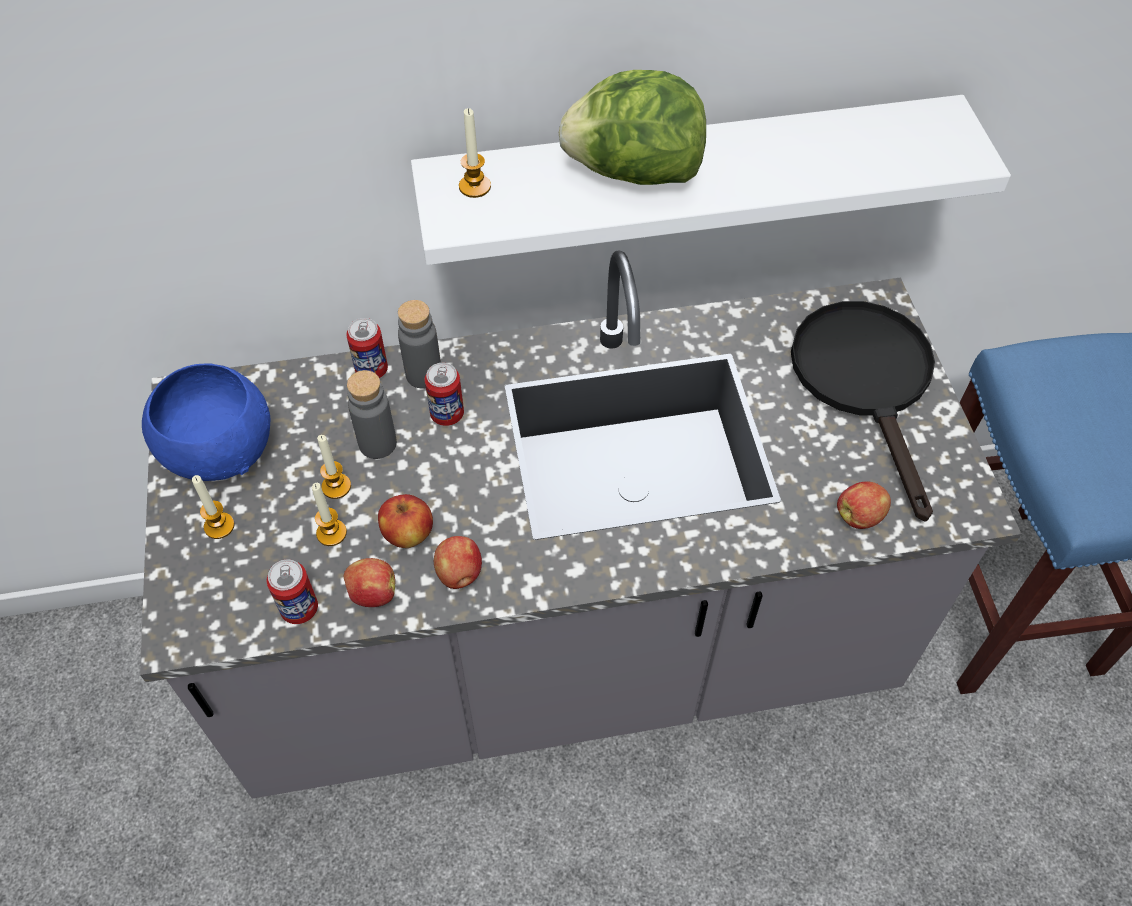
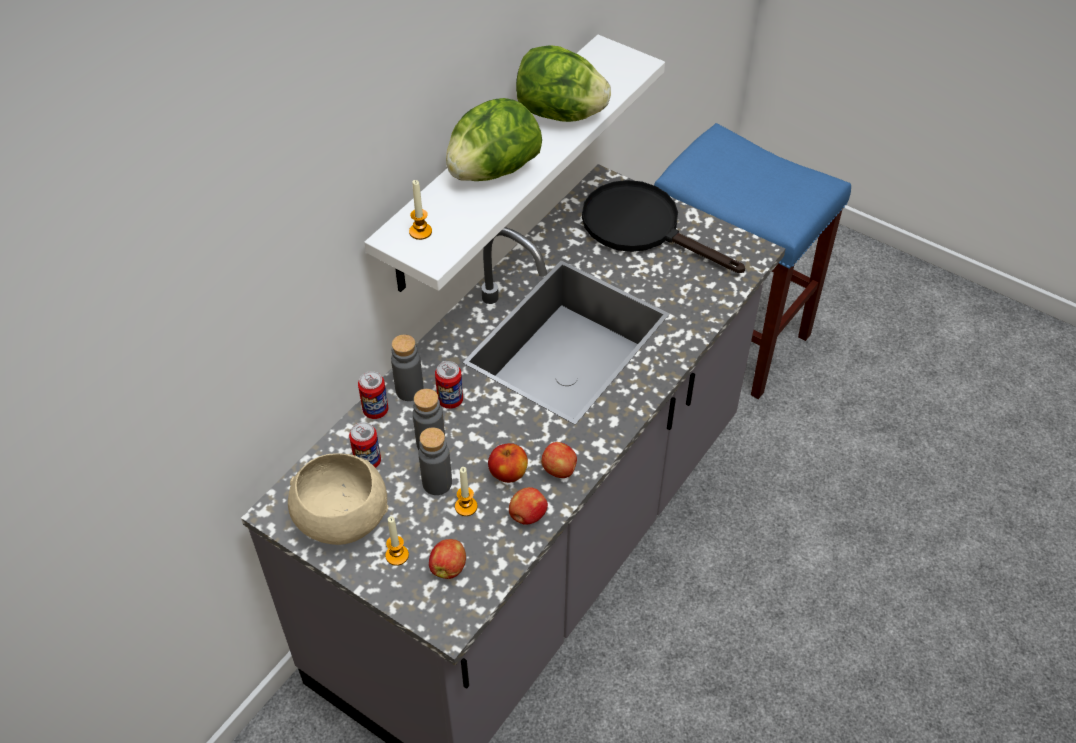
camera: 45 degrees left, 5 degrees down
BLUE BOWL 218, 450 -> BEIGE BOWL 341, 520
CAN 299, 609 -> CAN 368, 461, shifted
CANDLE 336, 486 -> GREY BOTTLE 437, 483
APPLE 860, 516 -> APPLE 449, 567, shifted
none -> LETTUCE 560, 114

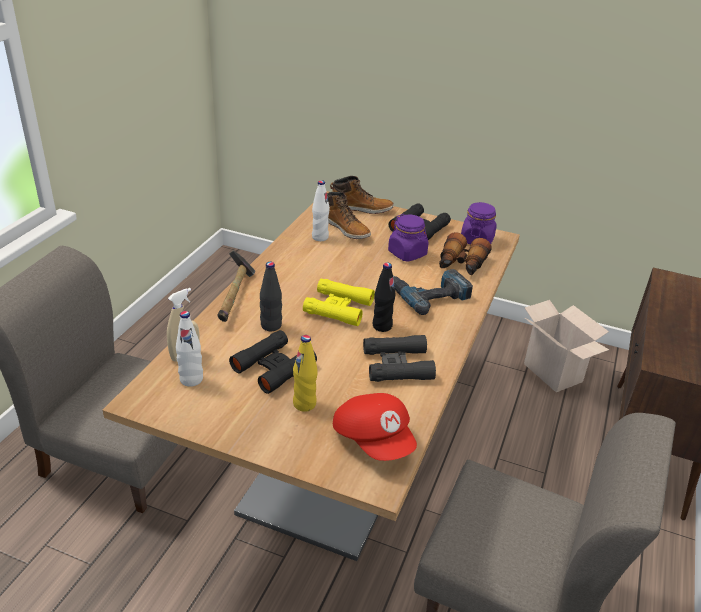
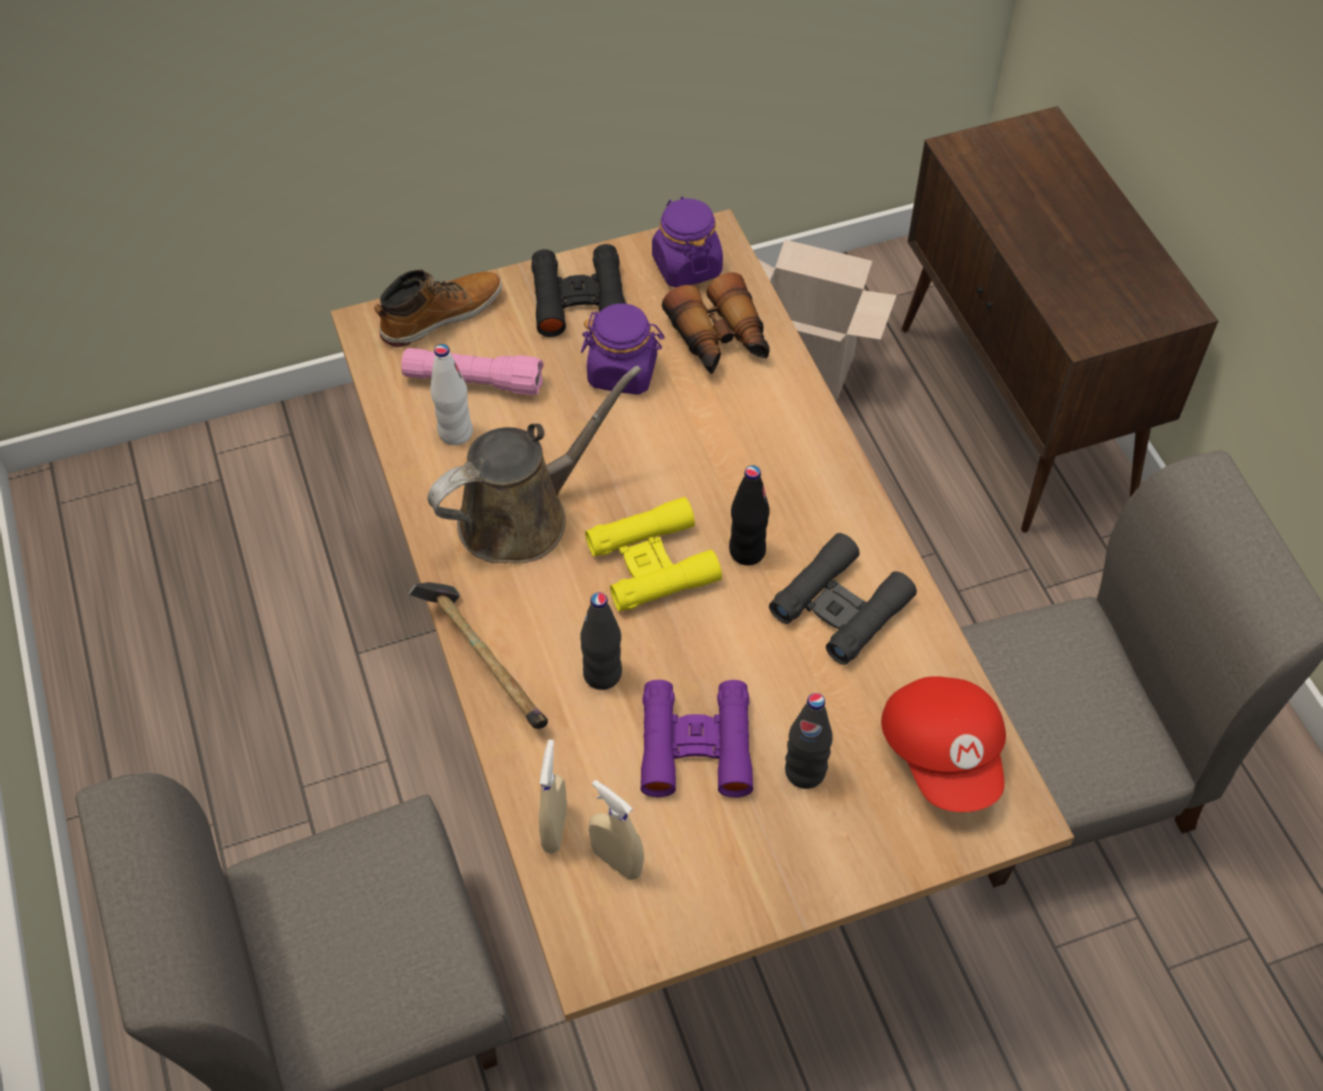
camera: 40 degrees left, 20 degrees up
WHITE BOTTLE 191, 379 -> BEIGE SPRAY BOTTLE 617, 861
BLACK BINOCULARS 273, 367 -> PURPLE BINOCULARS 696, 745
YELLOW BOTTLE 304, 404 -> BLACK BOTTLE 805, 772
BOOT 347, 229 -> PINK FLASHLIGHT 473, 381
RED CAP 374, 440 -> RED CAP 944, 754, 60 degrees clockwise
POWER DRILL 429, 294 -> none
none -> BROWN WATERING CAN 523, 516

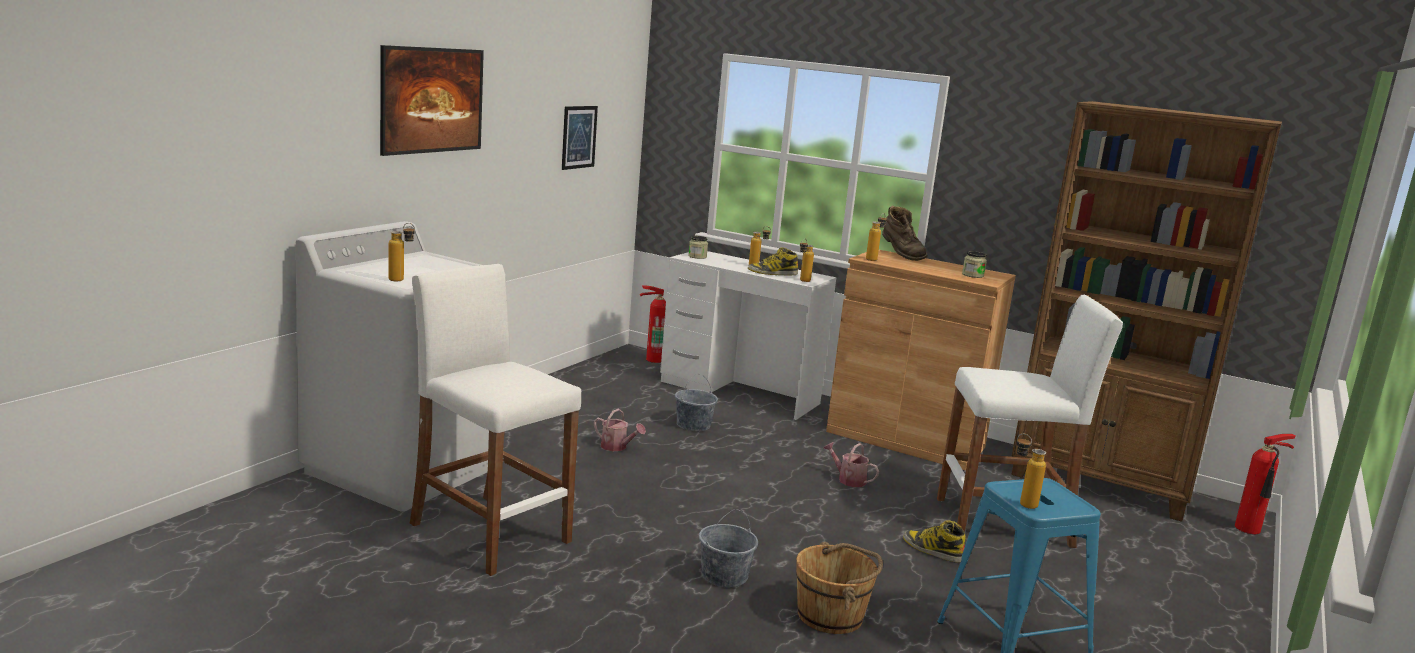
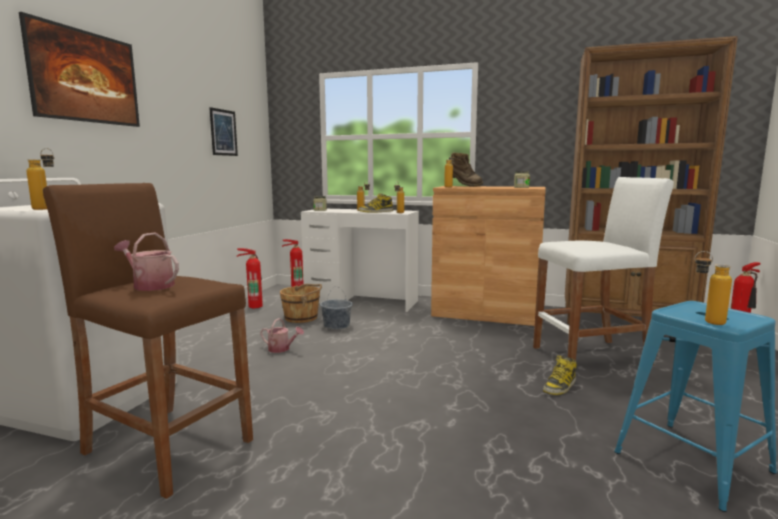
camera: 10 degrees left, 5 degrees down
WHITE STOOL 489, 532 -> BROWN STOOL 168, 446
GREY BUCKET 724, 576 -> none
BROWN BUCKET 831, 616 -> BROWN BUCKET 302, 317, shifted
WATERING CAN 848, 480 -> WATERING CAN 150, 285, shifted
BOOT 932, 550 -> BOOT 559, 386, 75 degrees counterclockwise
none -> FIRE EXTINGUISHER 254, 306

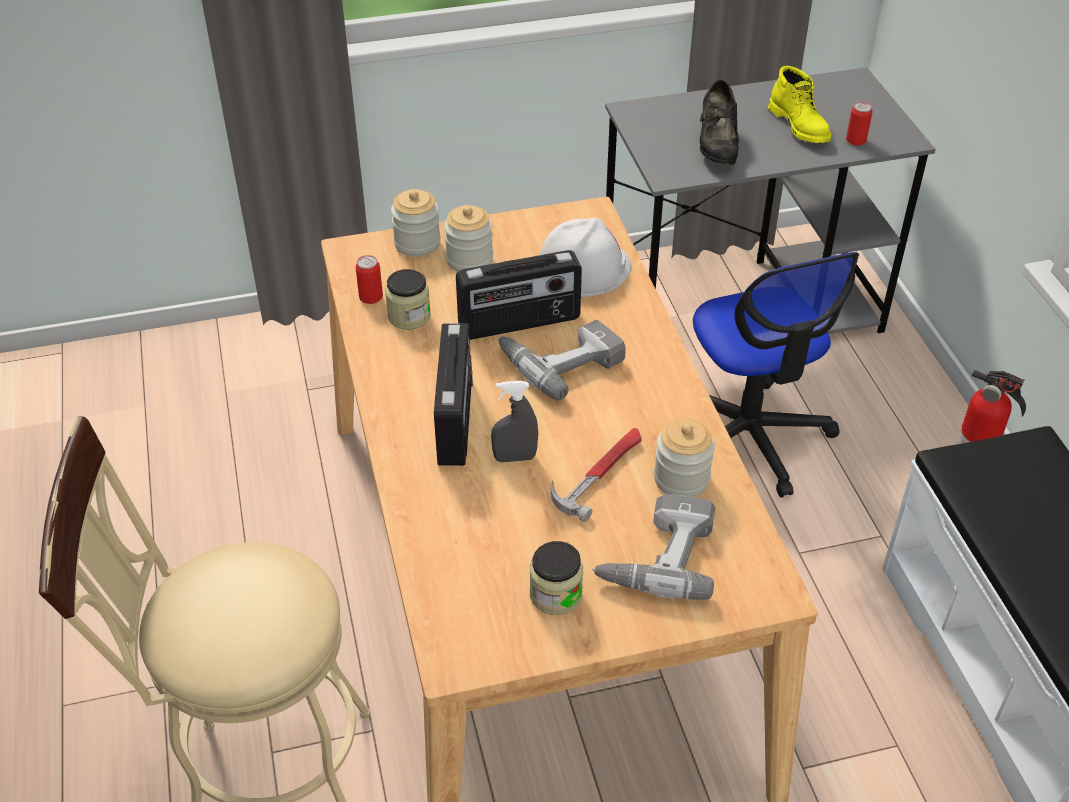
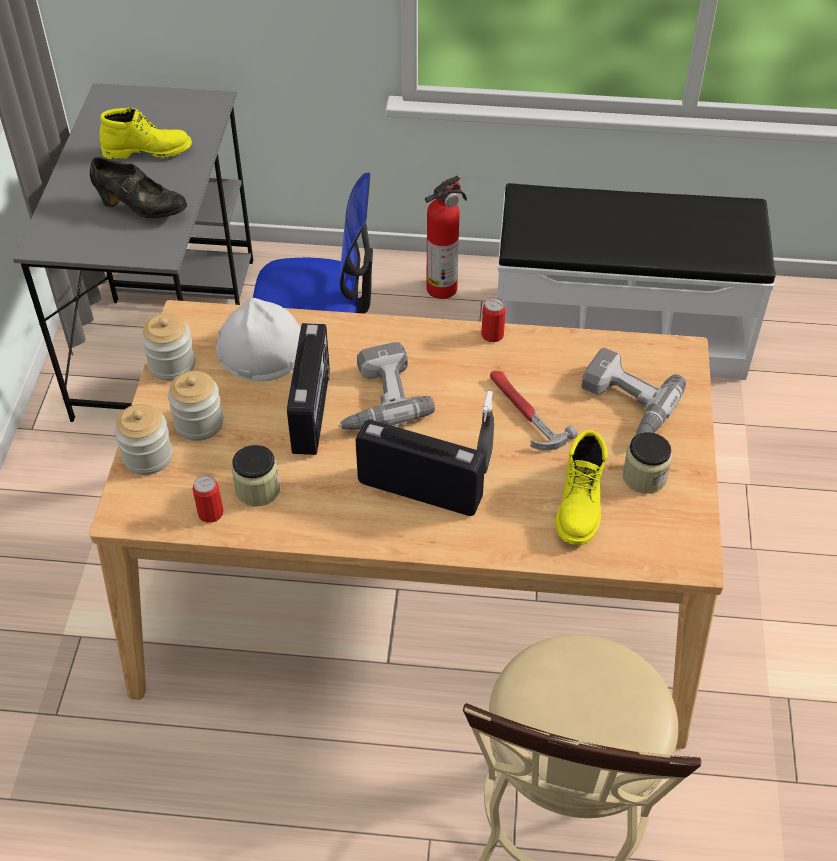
camera: 70 degrees left, 5 degrees up
JAR 681, 478 -> JAR 172, 364, shifted
CAN 856, 140 -> CAN 492, 335, shifted
none -> YELLOW BOOT 580, 505

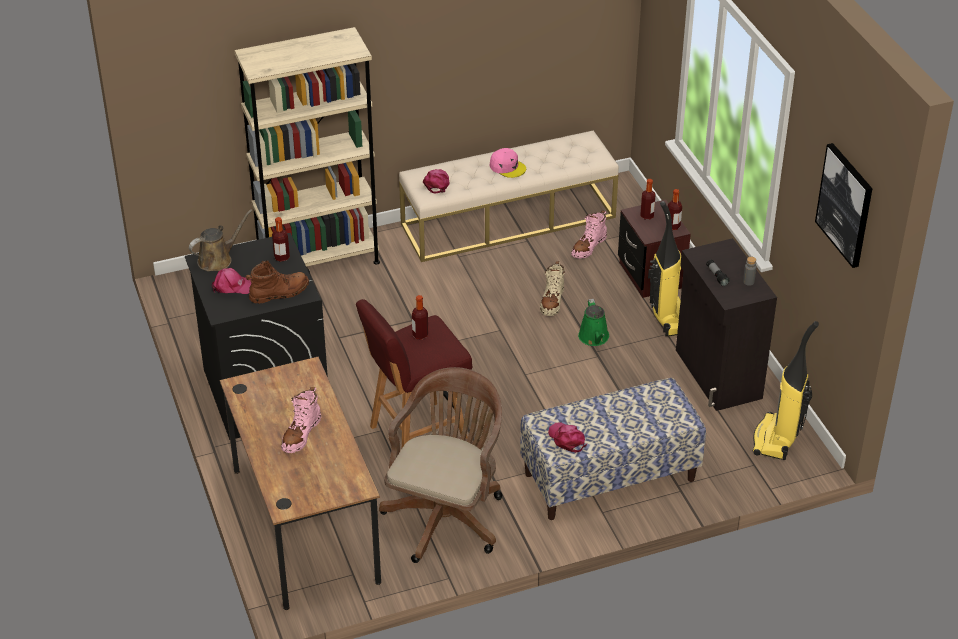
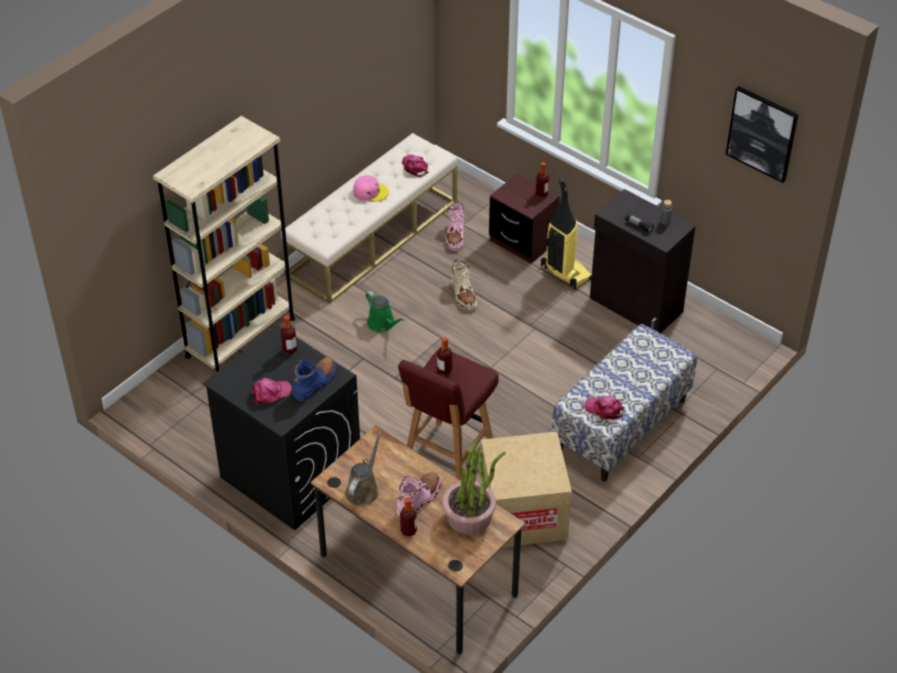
camera: 30 degrees left, 5 degrees up
BROWN WATERING CAN 218, 259 -> BROWN WATERING CAN 363, 490, shifted
BROWN BOOT 279, 293 -> BLUE BOOT 315, 383
PINK BOOT 301, 434 -> PINK BOOT 419, 499, 135 degrees counterclockwise
BROWN OFFICE CHAIR 447, 514 -> CARDBOARD BOX 523, 513
PINK CAP 437, 183 -> PINK CAP 415, 167, shifted
GREEN WATERING CAN 594, 338 -> GREEN WATERING CAN 382, 324, shifted
BOTTLE 647, 216 -> BOTTLE 408, 531, shifted
VACUUM CLEANER 776, 439 -> none
none -> POTTED PLANT 469, 516

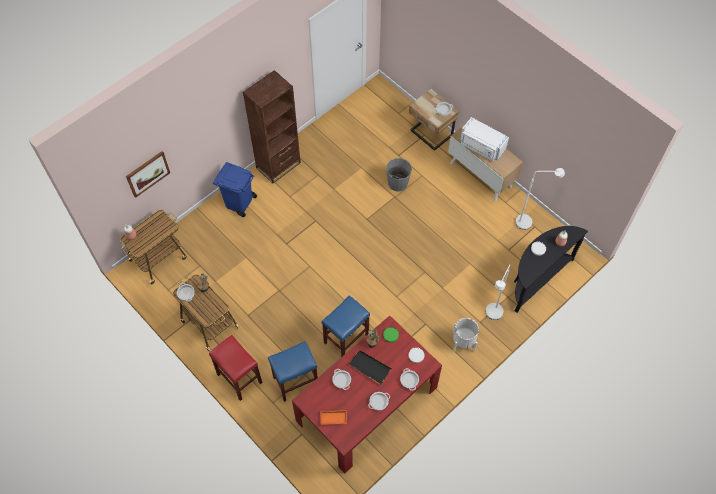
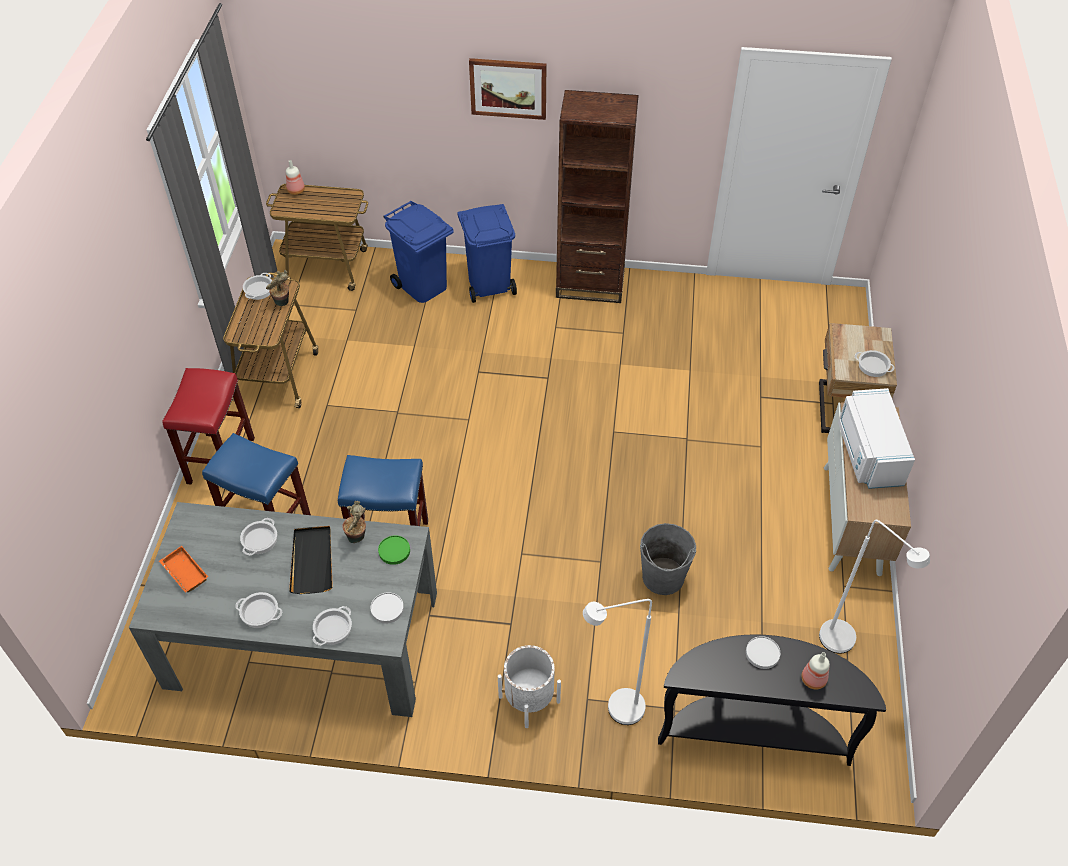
camera: 50 degrees right, 10 degrees down
PICTURE 147, 173 -> PICTURE 508, 88, shifted
RED DINING TABLE 367, 404 -> GREY DINING TABLE 304, 639
GREY BUCKET 398, 183 -> GREY BUCKET 663, 577, shifted
none -> BLUE TRASH CAN 422, 286

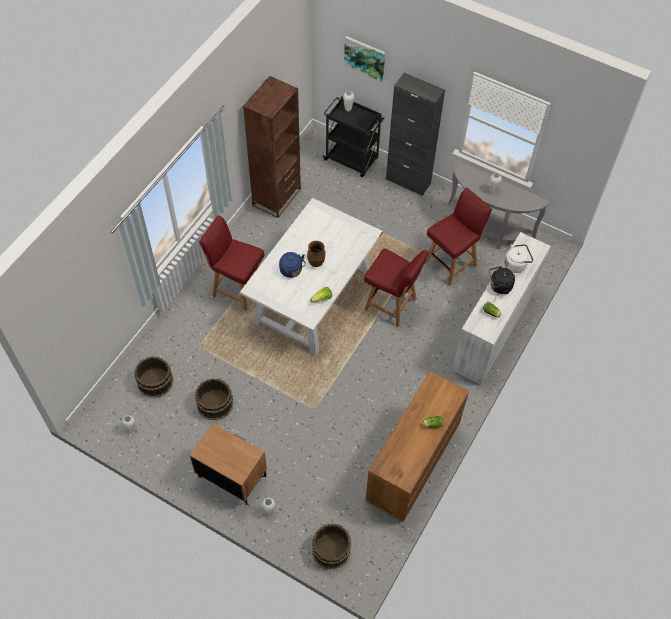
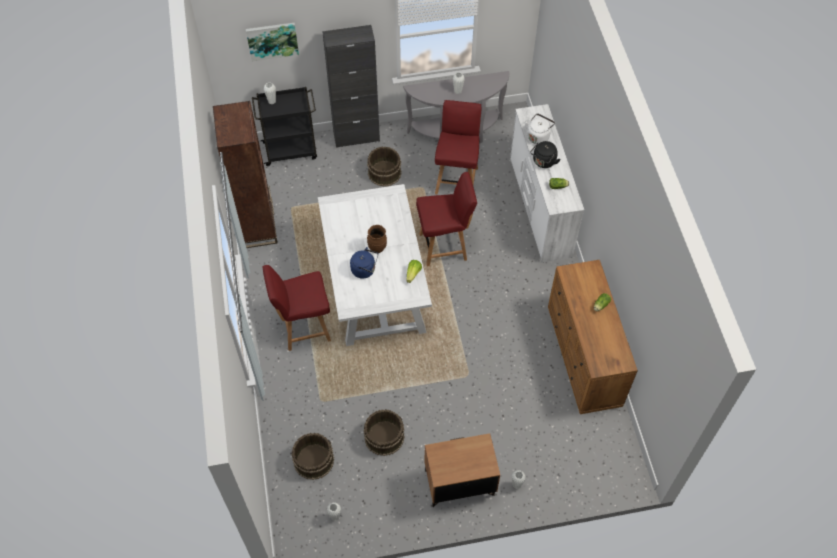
camera: 40 degrees left, 0 degrees up
BROWN BUCKET 331, 549 -> BROWN BUCKET 384, 173, shifted

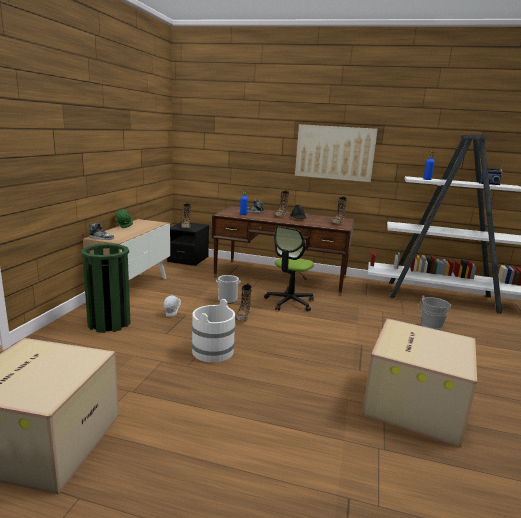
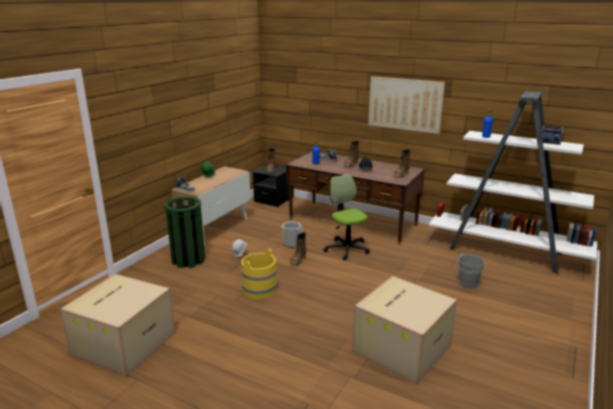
camera: 15 degrees right, 5 degrees up
WHITE BUCKET 213, 351 -> YELLOW BUCKET 259, 290
OFFICE CHAIR 289, 302 -> OFFICE CHAIR 347, 249, 105 degrees clockwise

